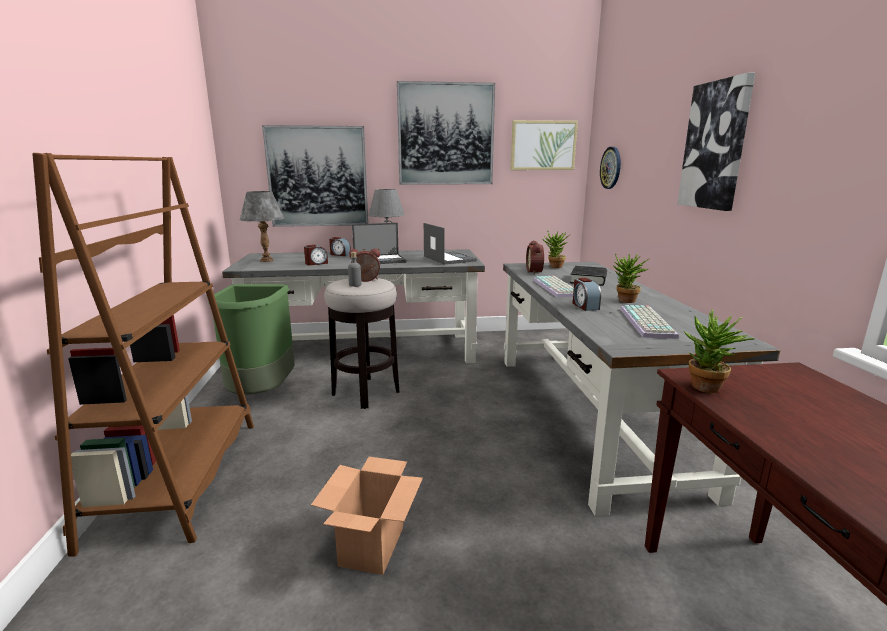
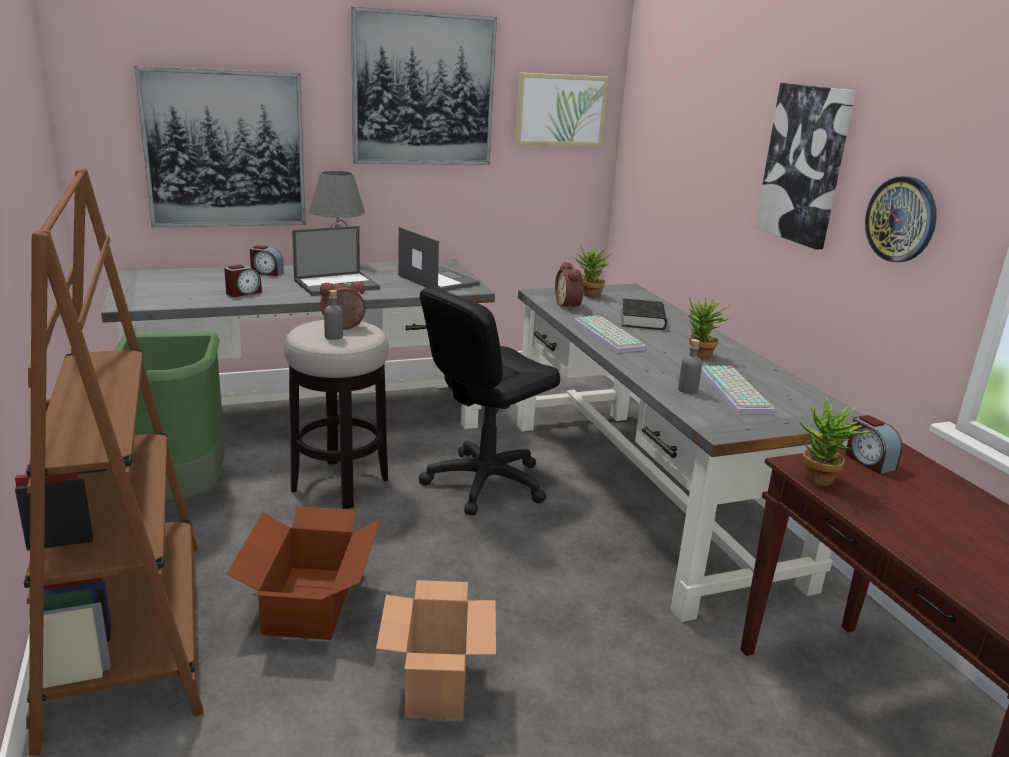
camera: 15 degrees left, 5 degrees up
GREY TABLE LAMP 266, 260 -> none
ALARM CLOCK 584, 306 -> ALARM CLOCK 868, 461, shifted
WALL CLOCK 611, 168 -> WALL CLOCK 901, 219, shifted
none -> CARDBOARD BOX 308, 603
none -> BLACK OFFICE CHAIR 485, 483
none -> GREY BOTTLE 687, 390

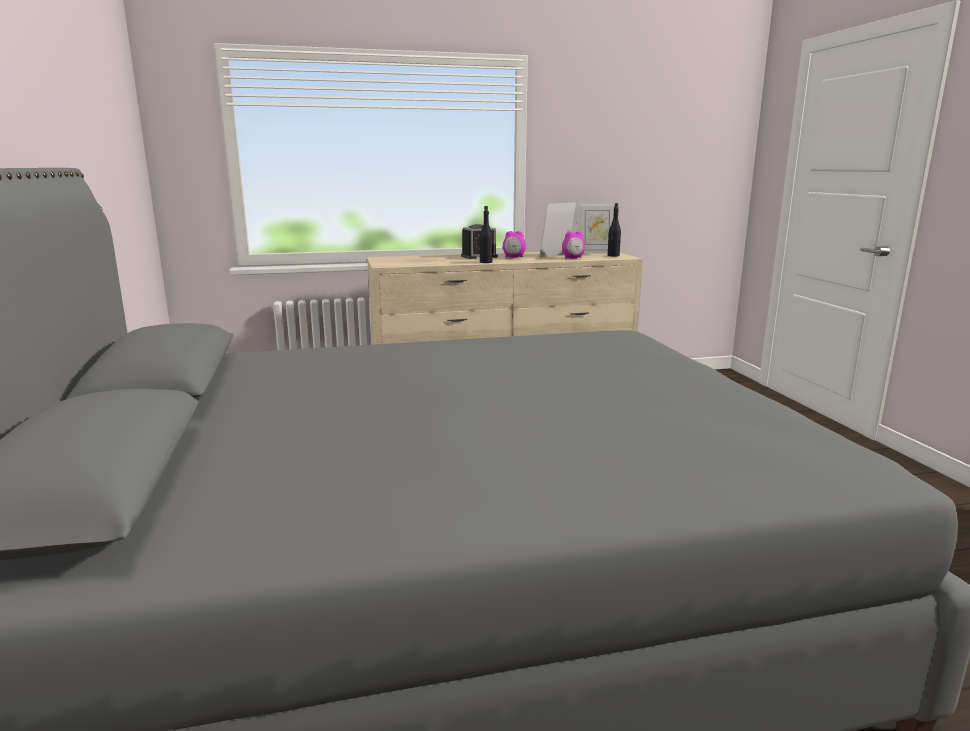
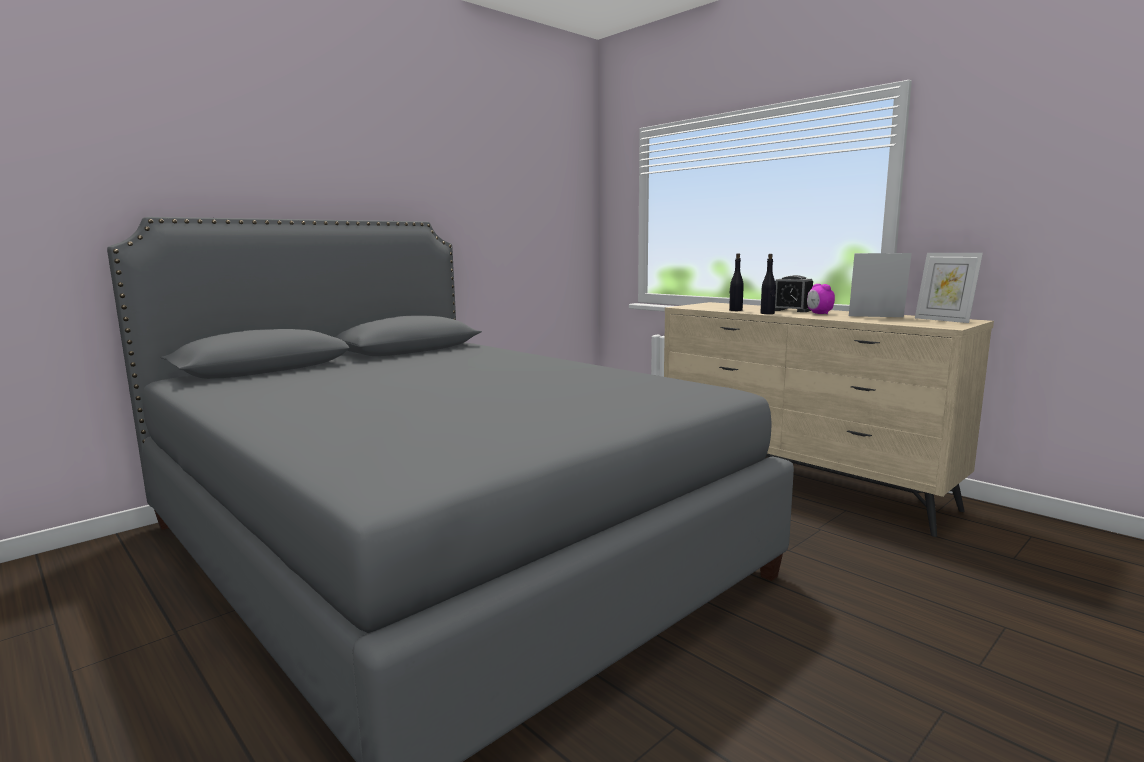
camera: 60 degrees right, 5 degrees down
ALARM CLOCK 573, 258 -> none
BLACK BOTTLE 613, 255 -> BLACK BOTTLE 735, 310, shifted

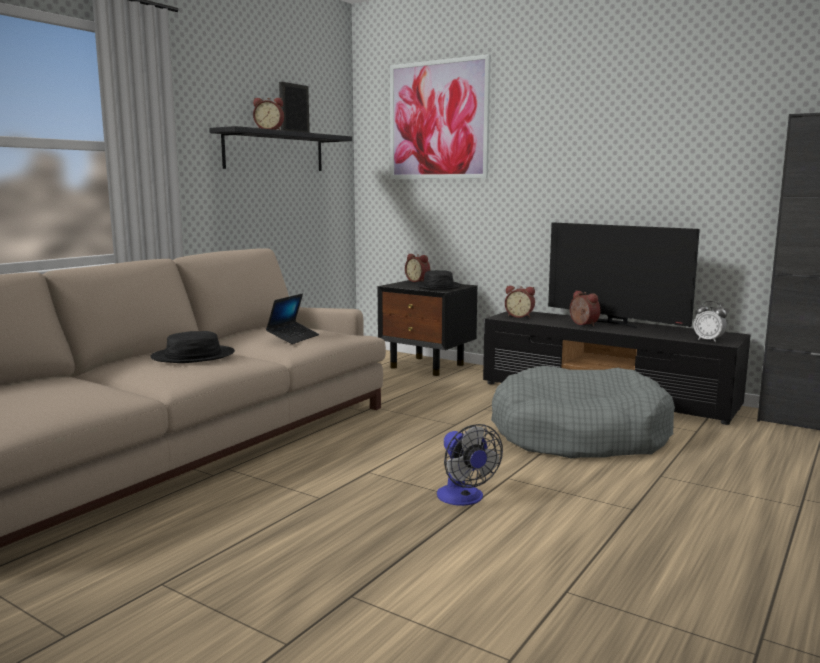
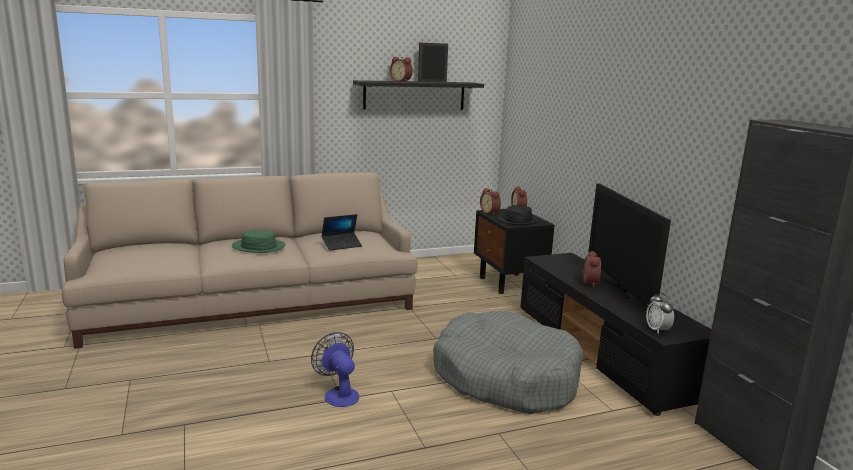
camera: 35 degrees right, 5 degrees up
BLACK HAT 193, 356 -> GREEN HAT 258, 247
PICTURE 438, 120 -> none
FAN 464, 499 -> FAN 338, 394, 135 degrees clockwise
ALARM CLOCK 519, 316 -> ALARM CLOCK 490, 212, shifted

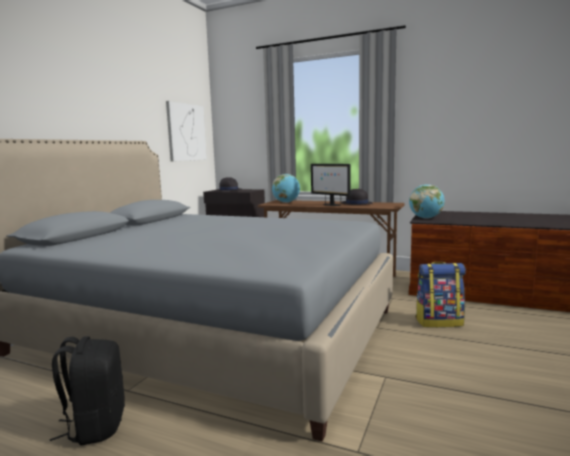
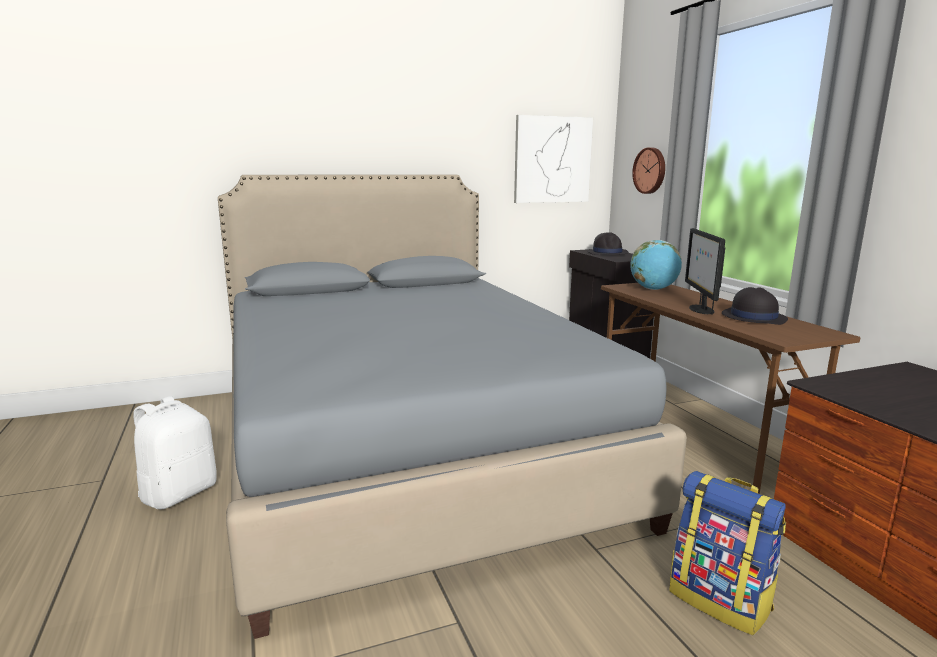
camera: 45 degrees right, 5 degrees up
BLACK BACKPACK 95, 426 -> WHITE BACKPACK 179, 493
GLOBE 426, 218 -> none
none -> WALL CLOCK 650, 170

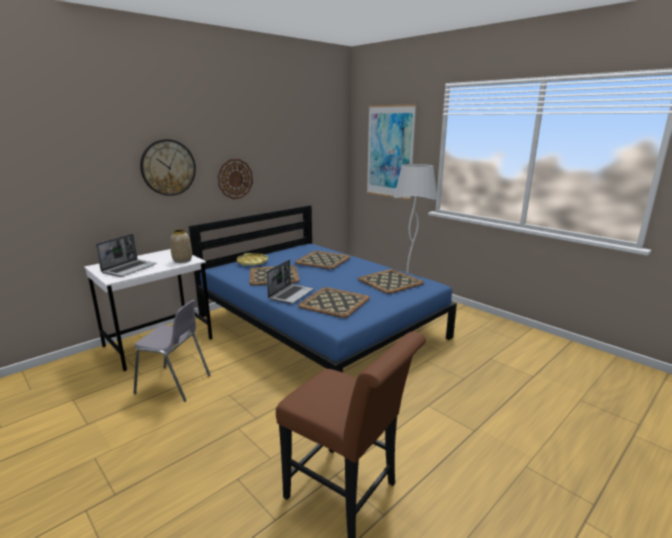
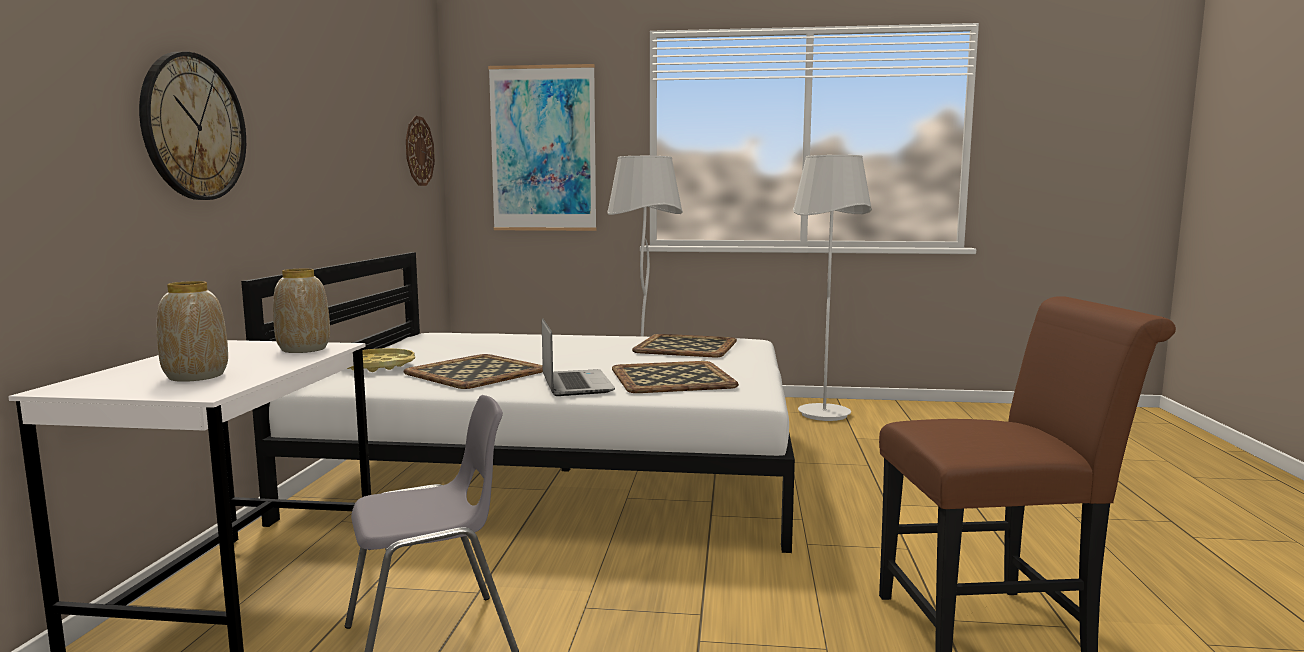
camera: 40 degrees left, 10 degrees down
LAPTOP 130, 269 -> VASE 195, 376
BLUE BED 320, 326 -> WHITE BED 561, 469
WALL CLOCK 235, 179 -> WALL CLOCK 419, 151, shifted
TRAY 322, 260 -> none
none -> WHITE FLOOR LAMP 823, 414

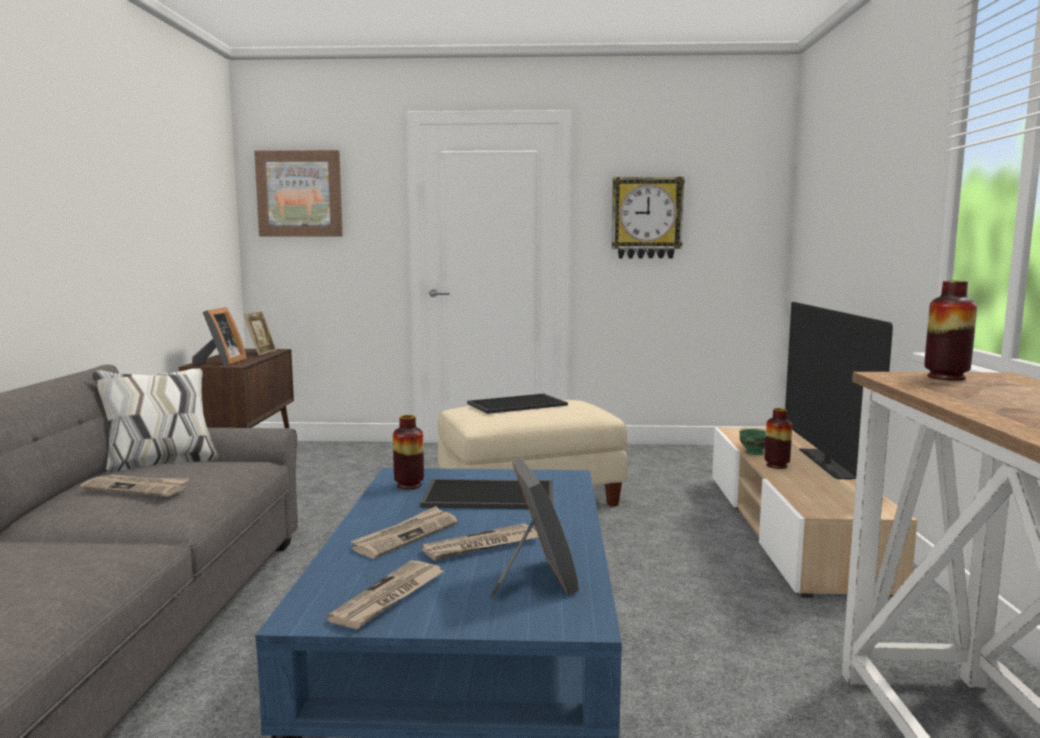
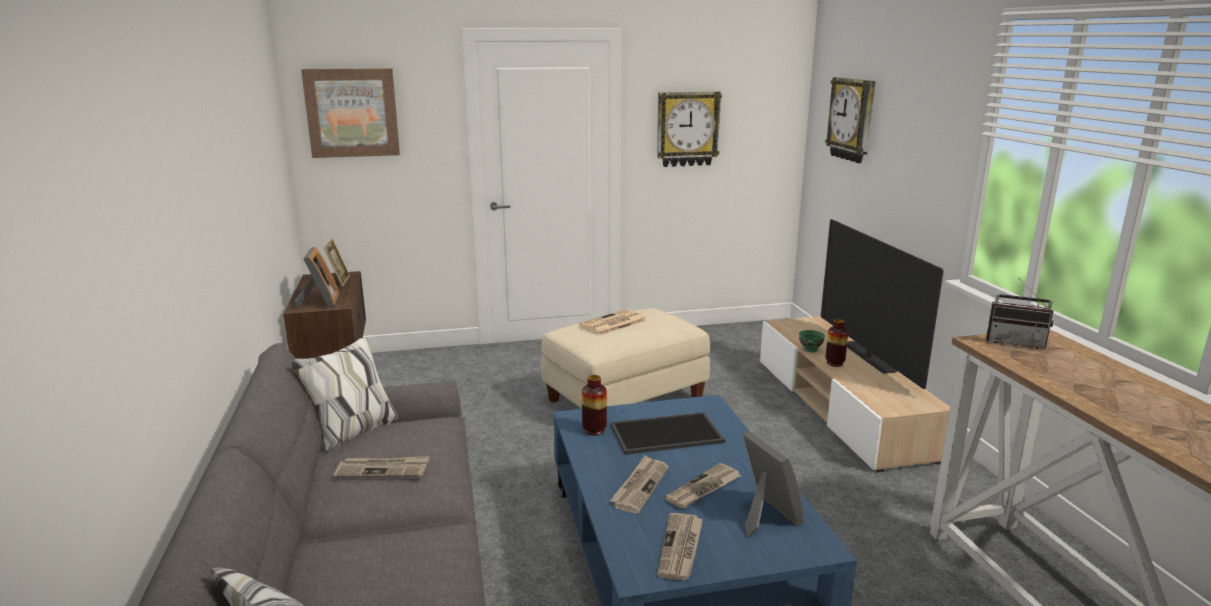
camera: 15 degrees left, 10 degrees up
TRAY 516, 405 -> NEWSPAPER 613, 323
VASE 946, 377 -> RADIO 1015, 342
none -> WALL CLOCK 852, 119

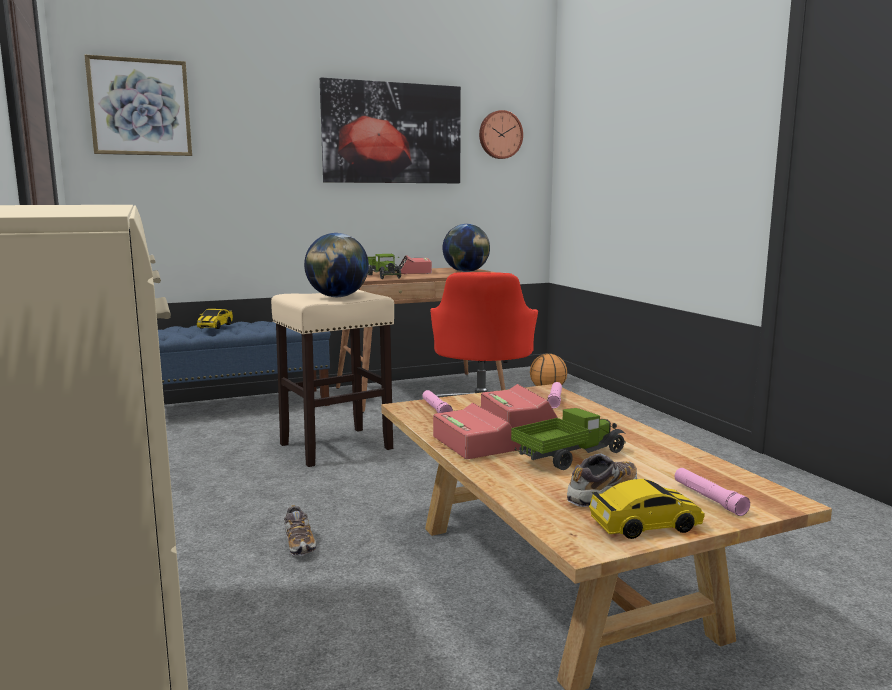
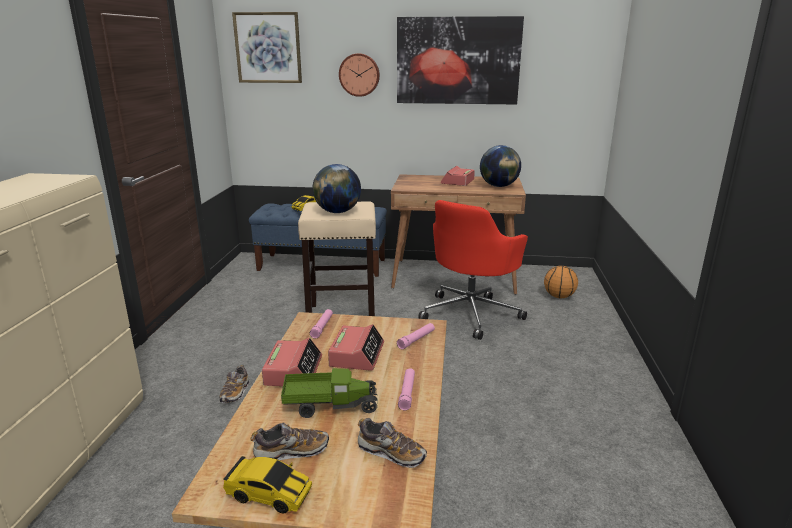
camera: 30 degrees right, 10 degrees up
TOY TRUCK 383, 276 -> none
WALL CLOCK 500, 135 -> WALL CLOCK 359, 75, shifted
PINK FLASHLIGHT 708, 498 -> PINK FLASHLIGHT 407, 393, shifted
none -> SHOE 391, 453

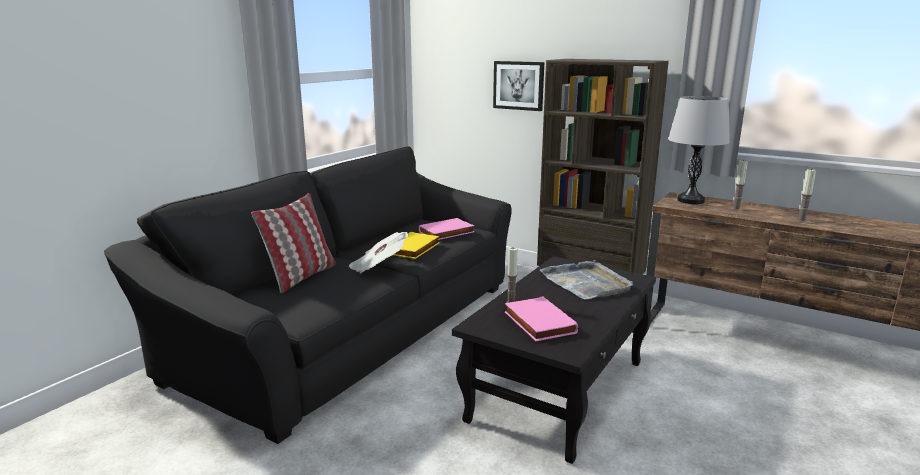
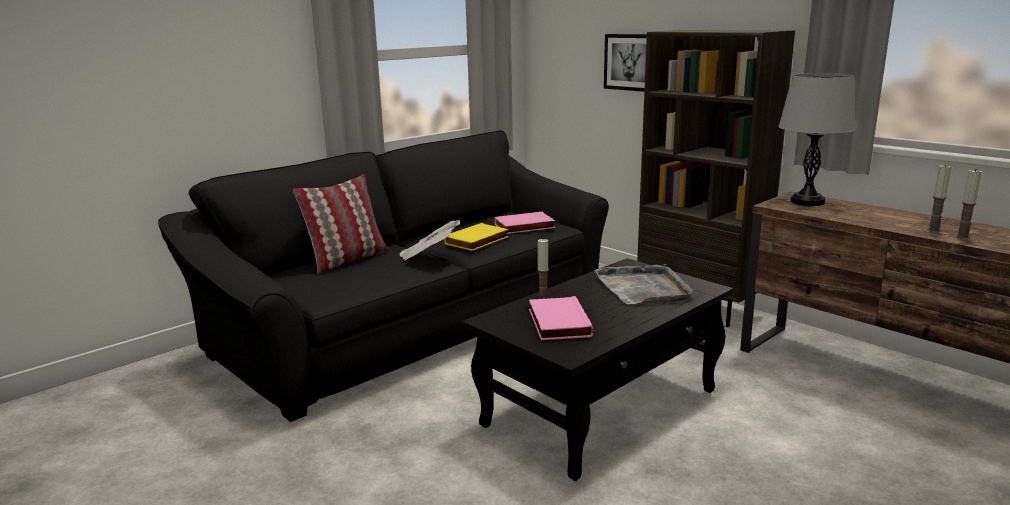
camera: 15 degrees right, 0 degrees up
CANDLE 736, 208 -> CANDLE 962, 237, shifted

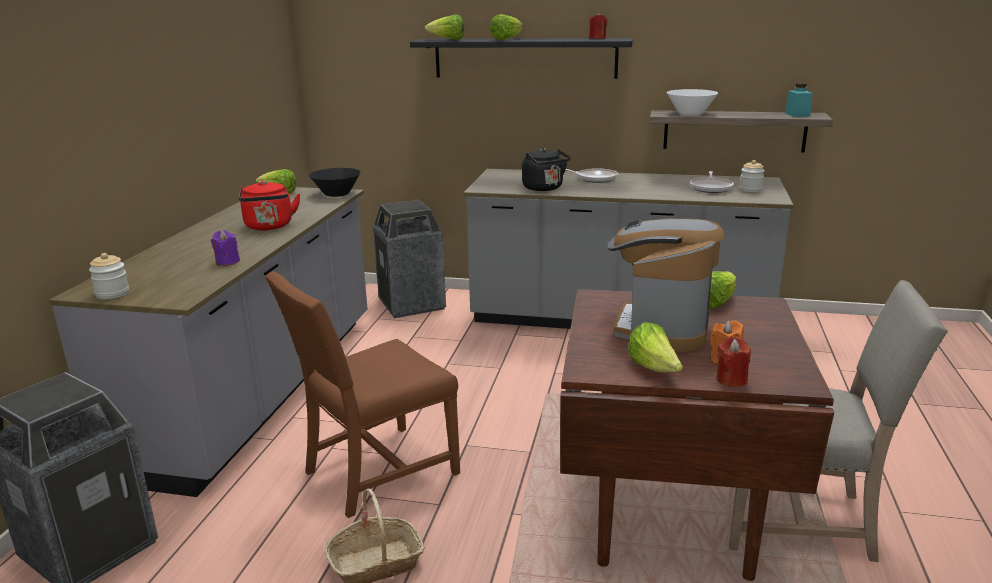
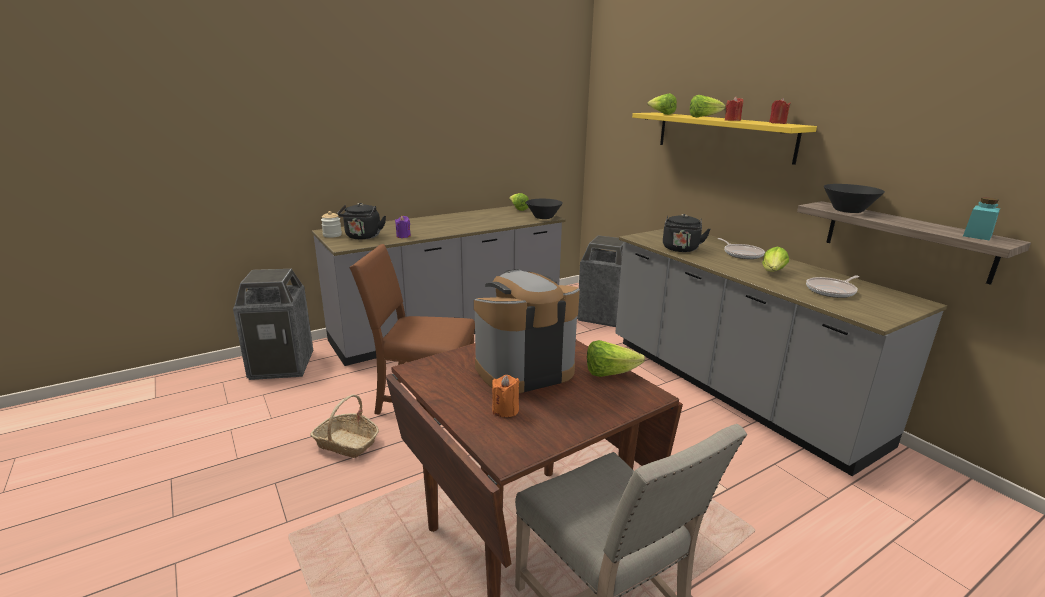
camera: 45 degrees right, 0 degrees up
RED KETTLE 269, 227 -> none
BLACK SHELF 525, 58 -> YELLOW SHELF 722, 136
LETTUCE 654, 368 -> LETTUCE 772, 272, shifted
WHITE BOWL 690, 113 -> BLACK BOWL 848, 210
RED CANDLE 731, 379 -> RED CANDLE 732, 120, shifted
JAR 750, 189 -> none
none -> BLACK KETTLE 363, 237

